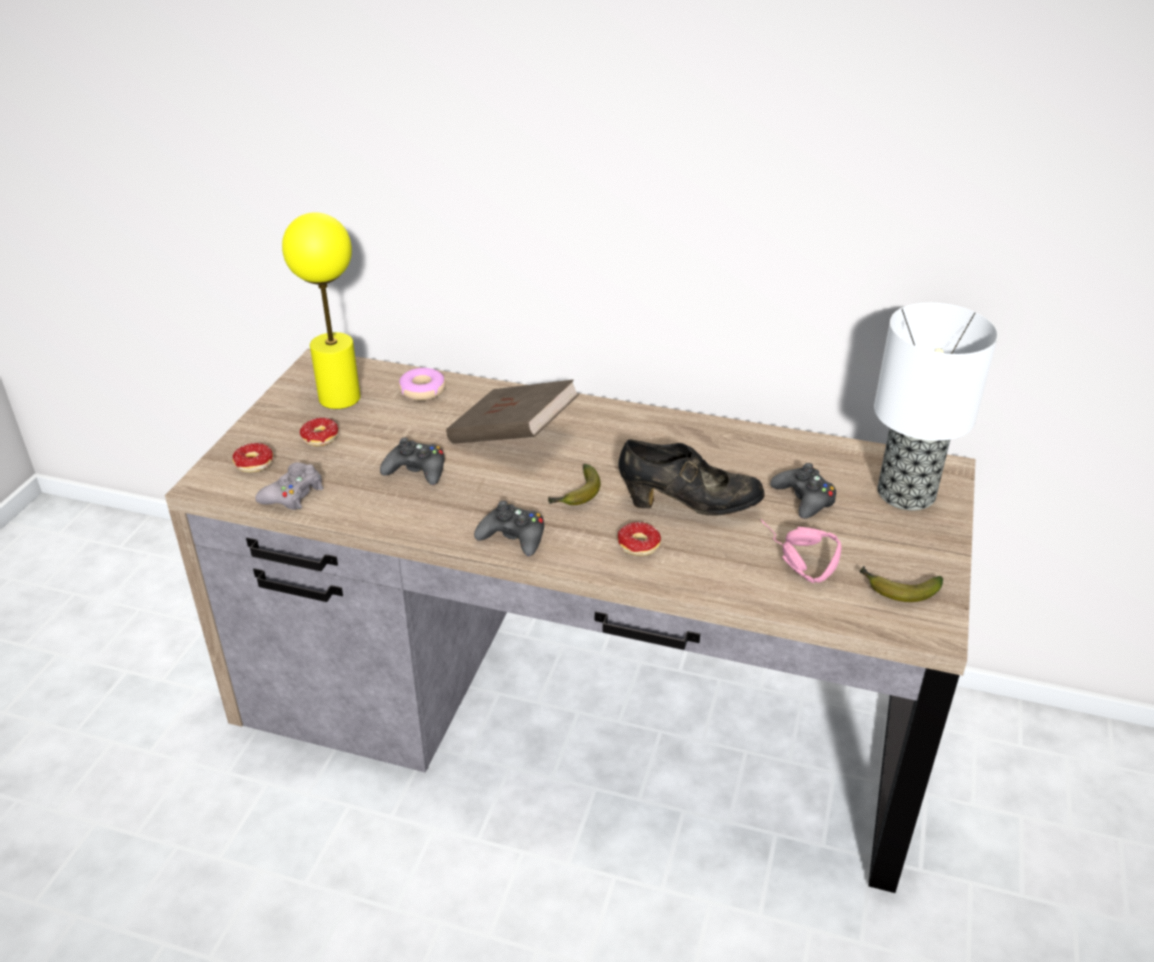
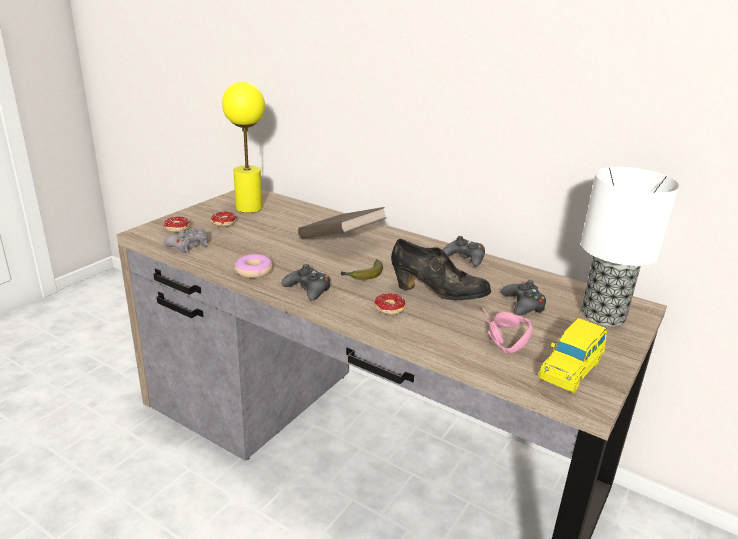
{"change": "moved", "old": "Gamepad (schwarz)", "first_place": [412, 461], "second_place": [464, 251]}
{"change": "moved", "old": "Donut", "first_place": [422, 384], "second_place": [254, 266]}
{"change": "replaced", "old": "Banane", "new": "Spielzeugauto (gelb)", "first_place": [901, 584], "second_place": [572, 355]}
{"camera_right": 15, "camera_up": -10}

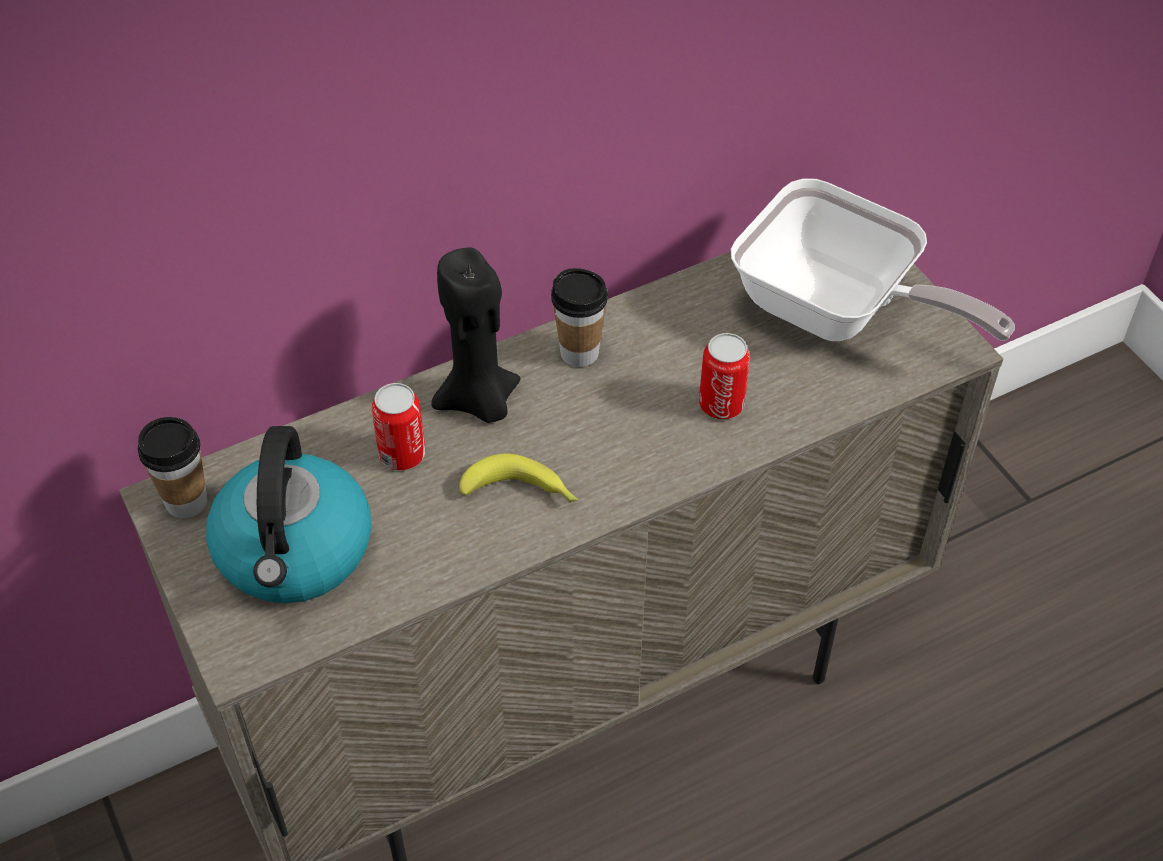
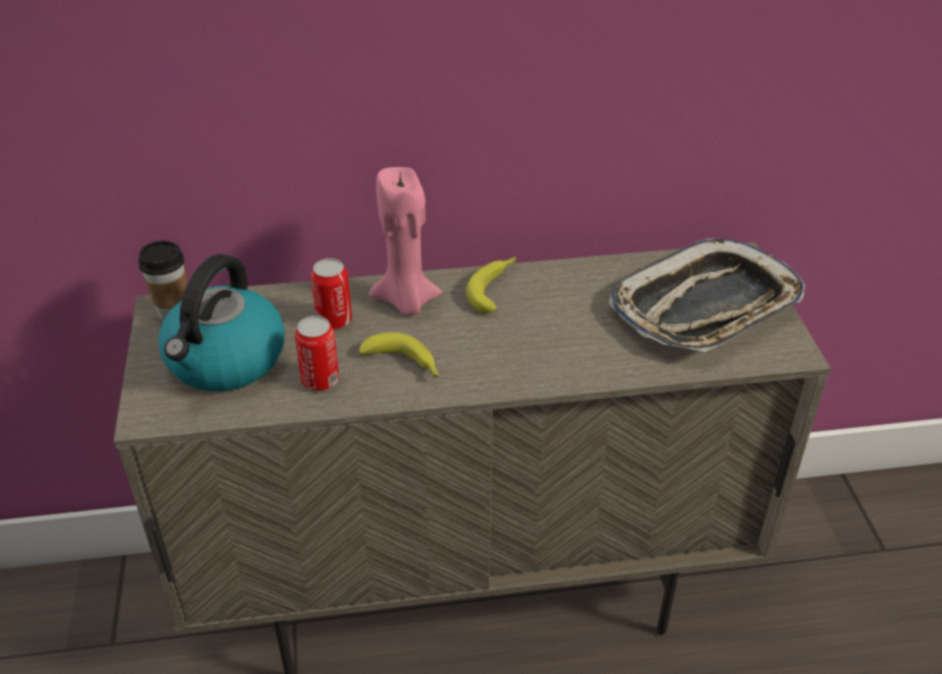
{"change": "recoloured", "old": "Kerze (schwarz)", "new": "Kerze (rosa)", "first_place": [476, 335], "second_place": [406, 241]}
{"change": "replaced", "old": "Tasse", "new": "Banane", "first_place": [579, 317], "second_place": [491, 285]}
{"change": "moved", "old": "Dose", "first_place": [724, 376], "second_place": [317, 353]}
{"change": "replaced", "old": "Pfanne", "new": "Tablett", "first_place": [873, 259], "second_place": [707, 295]}
{"camera_right": 20, "camera_up": -10}

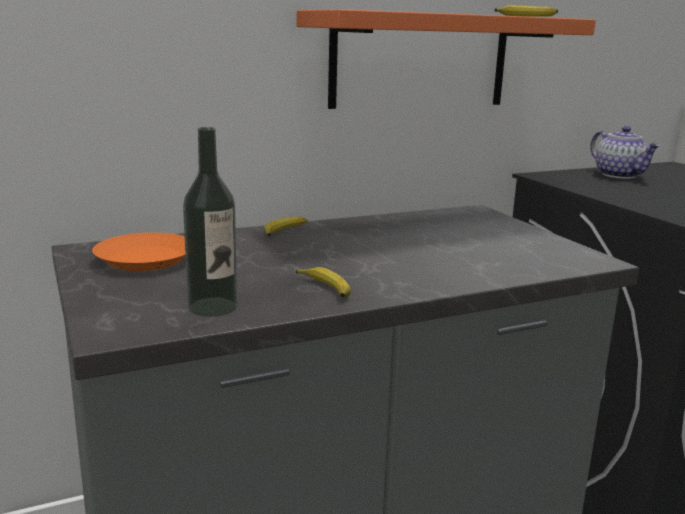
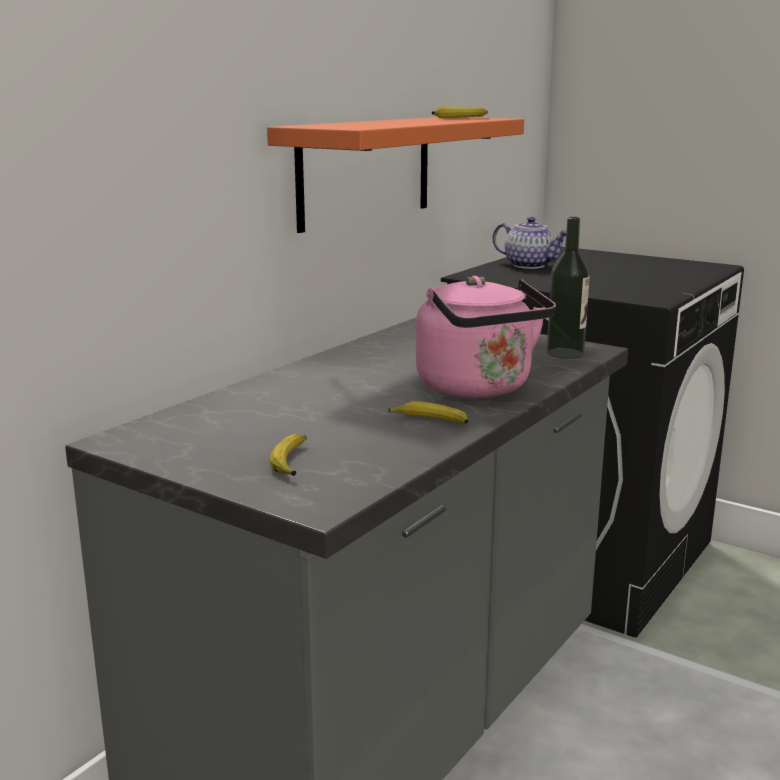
{"change": "removed", "old": "Teller (orange)", "first_place": [138, 251]}
{"change": "moved", "old": "Flasche", "first_place": [210, 222], "second_place": [568, 288]}
{"change": "moved", "old": "Banane", "first_place": [286, 226], "second_place": [288, 455]}
{"change": "added", "new": "Wasserkessel (rosa)", "second_place": [486, 337]}
{"camera_right": -30, "camera_up": 0}

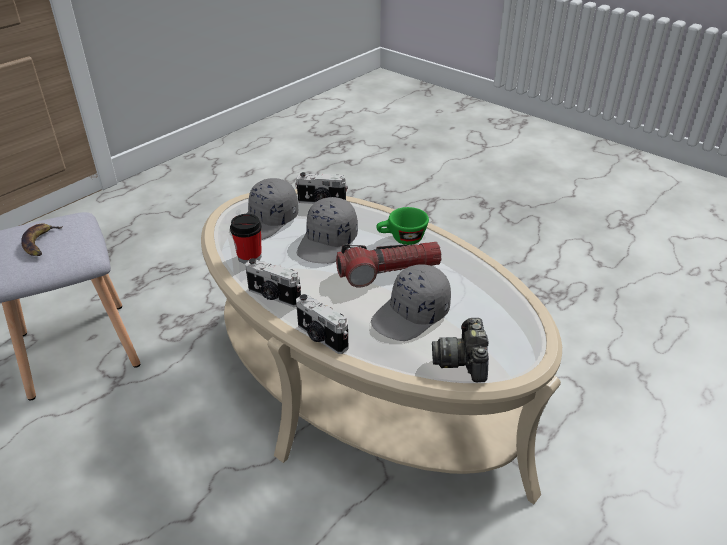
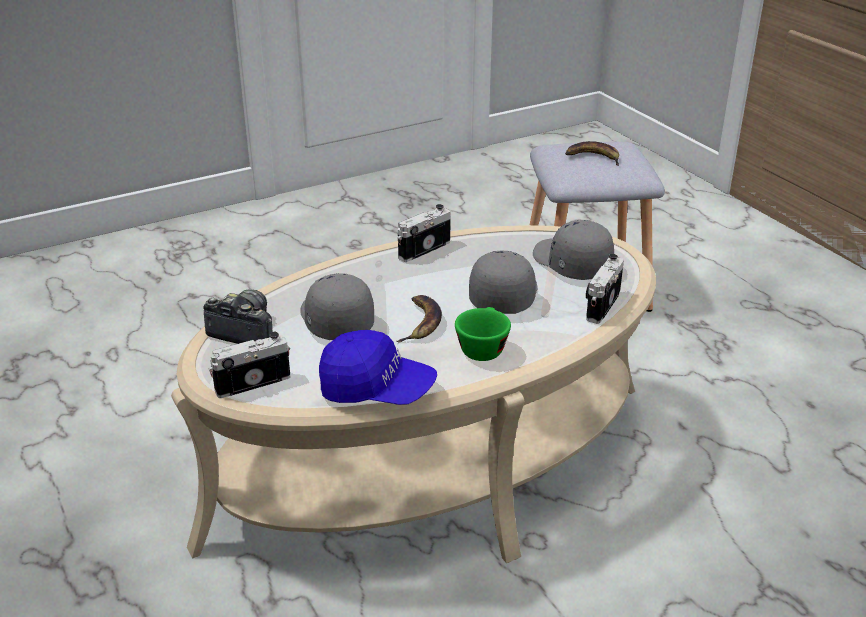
{"change": "removed", "old": "Tasse", "first_place": [246, 239]}
{"change": "moved", "old": "Kamera", "first_place": [322, 324], "second_place": [249, 365]}
{"change": "turned", "old": "Kappe (grau)", "first_place": [327, 230], "second_place": [503, 282], "degrees": 60}
{"change": "replaced", "old": "Taschenlampe", "new": "Banane", "first_place": [388, 265], "second_place": [419, 319]}
{"change": "added", "new": "Kappe (blau)", "second_place": [378, 367]}
{"camera_right": 110, "camera_up": -5}

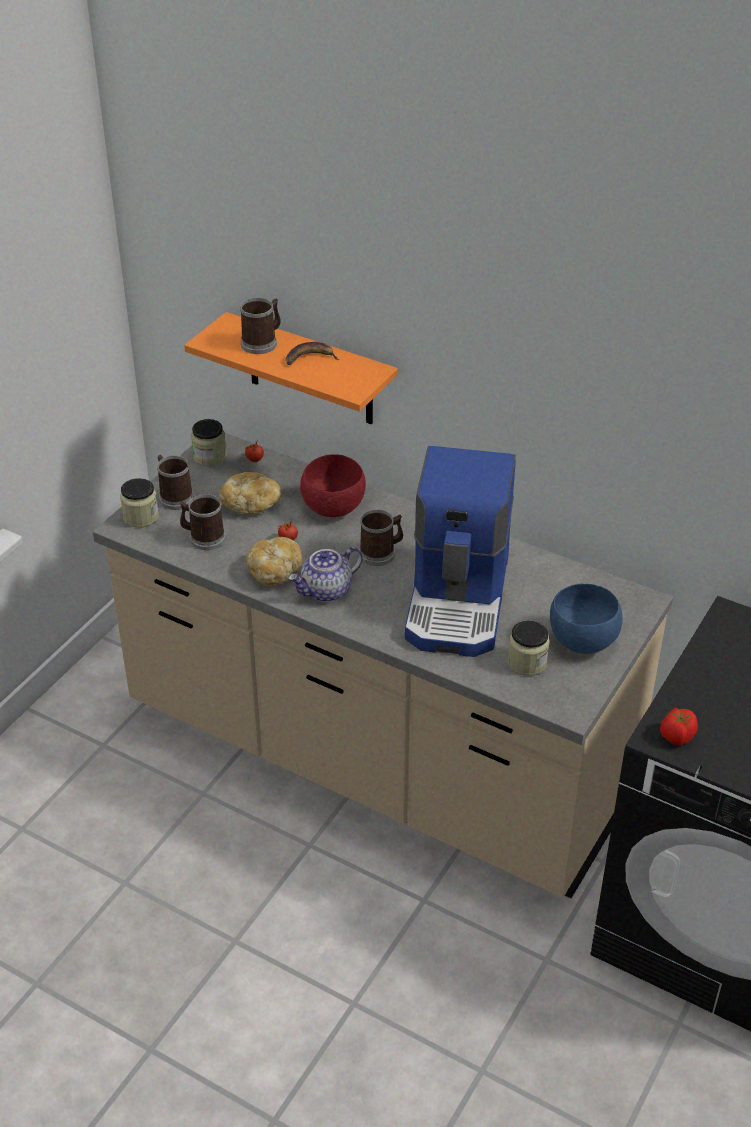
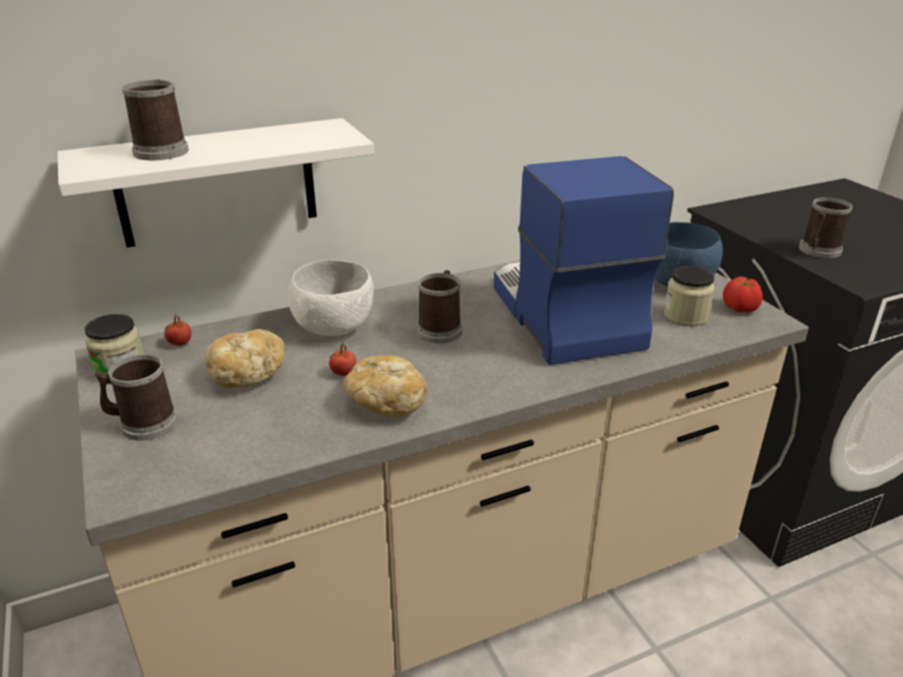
{"change": "removed", "old": "Vorratsglas", "first_place": [139, 503]}
{"change": "moved", "old": "Henkelbecher", "first_place": [203, 522], "second_place": [826, 227]}
{"change": "recoloured", "old": "Wandregal (orange)", "new": "Wandregal (weiß)", "first_place": [291, 368], "second_place": [215, 183]}
{"change": "removed", "old": "Banane", "first_place": [312, 353]}
{"change": "removed", "old": "Teekanne", "first_place": [325, 574]}
{"change": "recoloured", "old": "Schüssel (rot)", "new": "Schüssel (weiß)", "first_place": [333, 485], "second_place": [330, 298]}
{"change": "turned", "old": "Kaffeemaschine", "first_place": [460, 551], "second_place": [584, 260], "degrees": -150}
{"change": "moved", "old": "Tomate", "first_place": [679, 726], "second_place": [743, 294]}
{"camera_right": -55, "camera_up": -10}

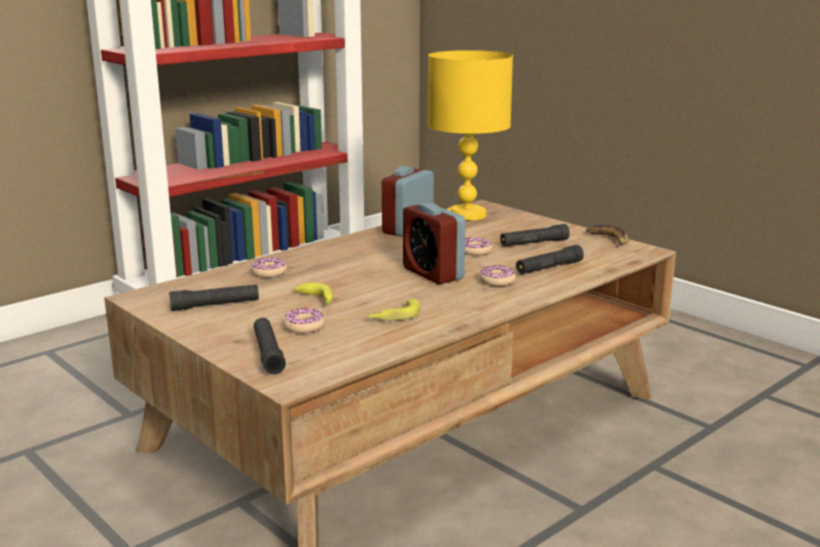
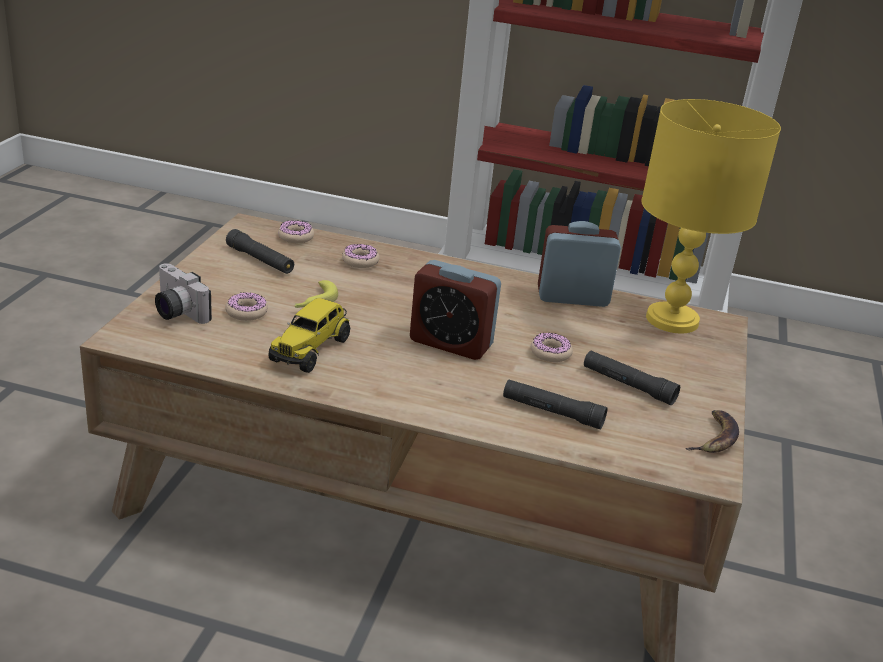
{"change": "replaced", "old": "Taschenlampe (schwarz)", "new": "Kamera", "first_place": [270, 346], "second_place": [183, 293]}
{"change": "replaced", "old": "Banane", "new": "Spielzeuglaster", "first_place": [393, 310], "second_place": [309, 335]}
{"change": "turned", "old": "Wecker", "first_place": [434, 243], "second_place": [455, 310], "degrees": -90}
{"change": "moved", "old": "Donut", "first_place": [497, 275], "second_place": [296, 231]}
{"camera_right": 55, "camera_up": 10}

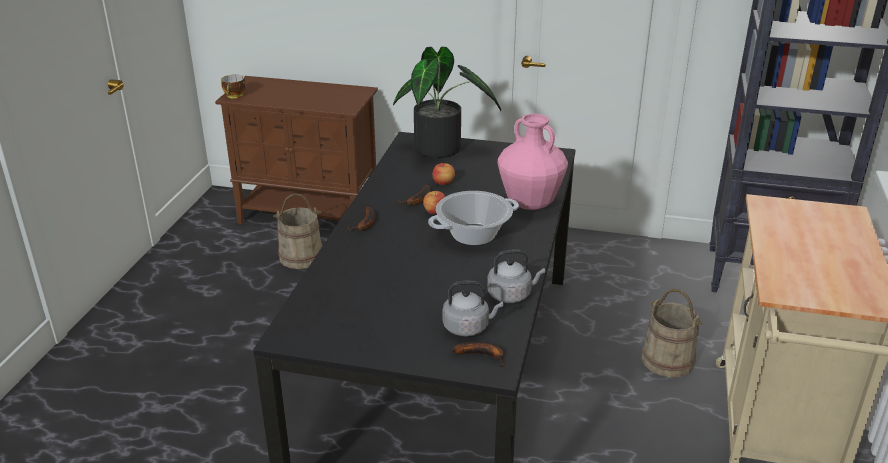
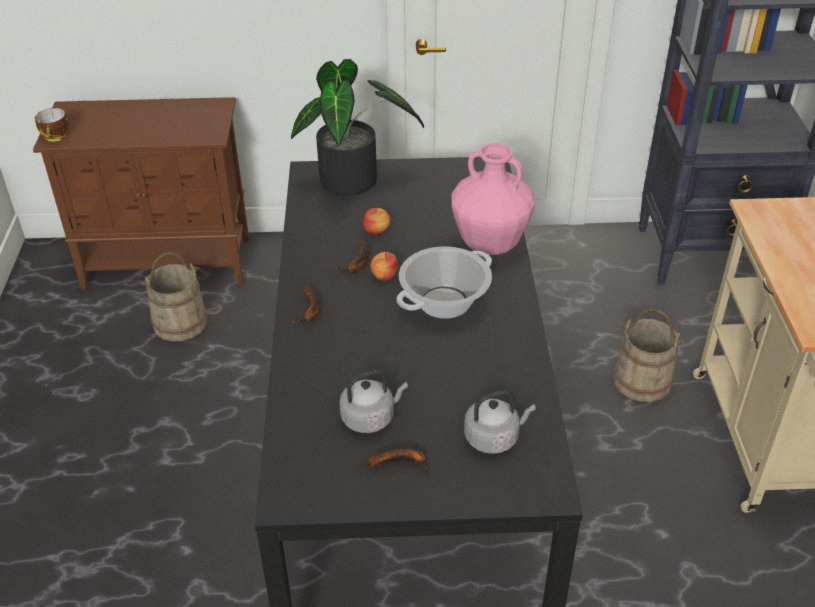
{"change": "moved", "old": "Banane", "first_place": [478, 354], "second_place": [397, 460]}
{"change": "moved", "old": "Wasserkessel (grau)", "first_place": [516, 276], "second_place": [373, 401]}
{"camera_right": -15, "camera_up": 10}

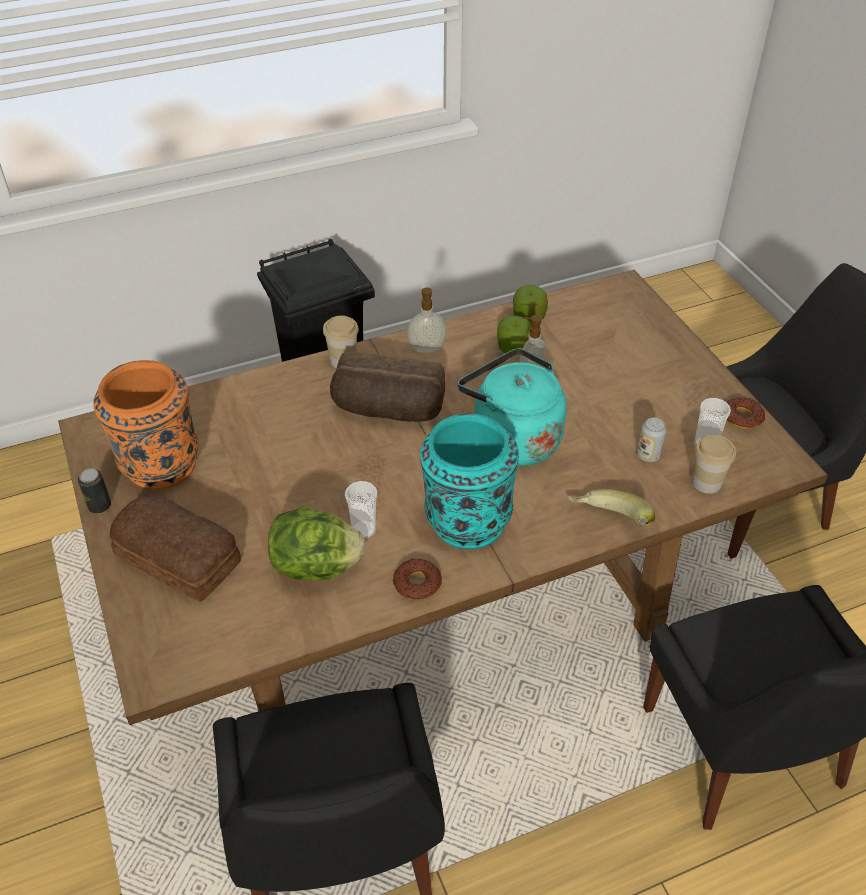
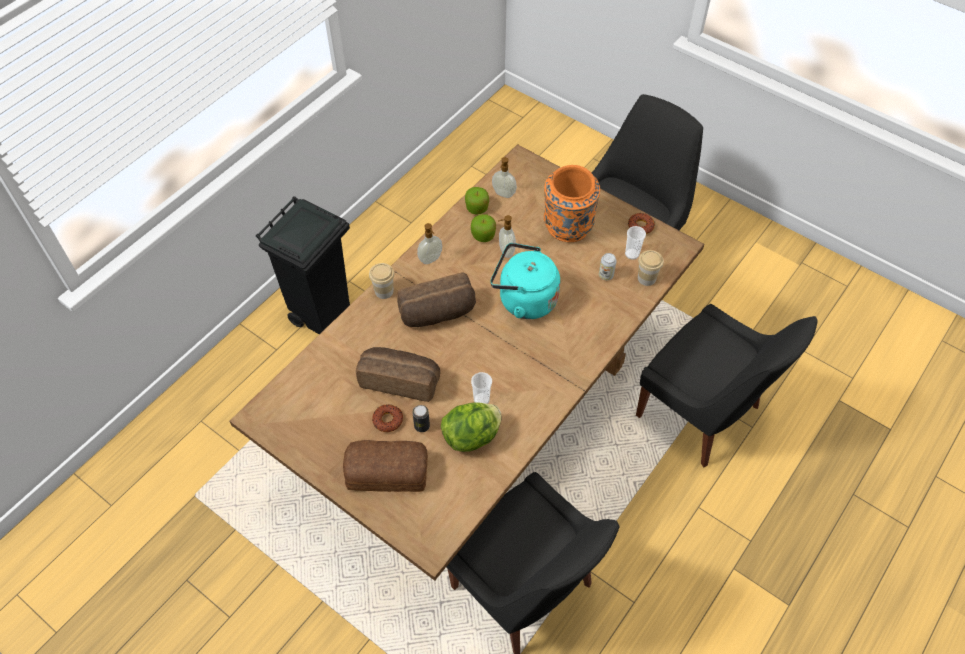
{"change": "moved", "old": "Dose", "first_place": [94, 491], "second_place": [421, 418]}
{"change": "moved", "old": "Vase (orange)", "first_place": [146, 425], "second_place": [572, 203]}
{"change": "moved", "old": "Donut", "first_place": [417, 579], "second_place": [387, 418]}
{"change": "removed", "old": "Vase (türkis)", "first_place": [469, 481]}
{"change": "removed", "old": "Banane", "first_place": [611, 507]}
{"change": "added", "new": "Brot", "second_place": [398, 374]}
{"change": "added", "new": "Seifenspender", "second_place": [504, 177]}
{"camera_right": -30, "camera_up": 10}

